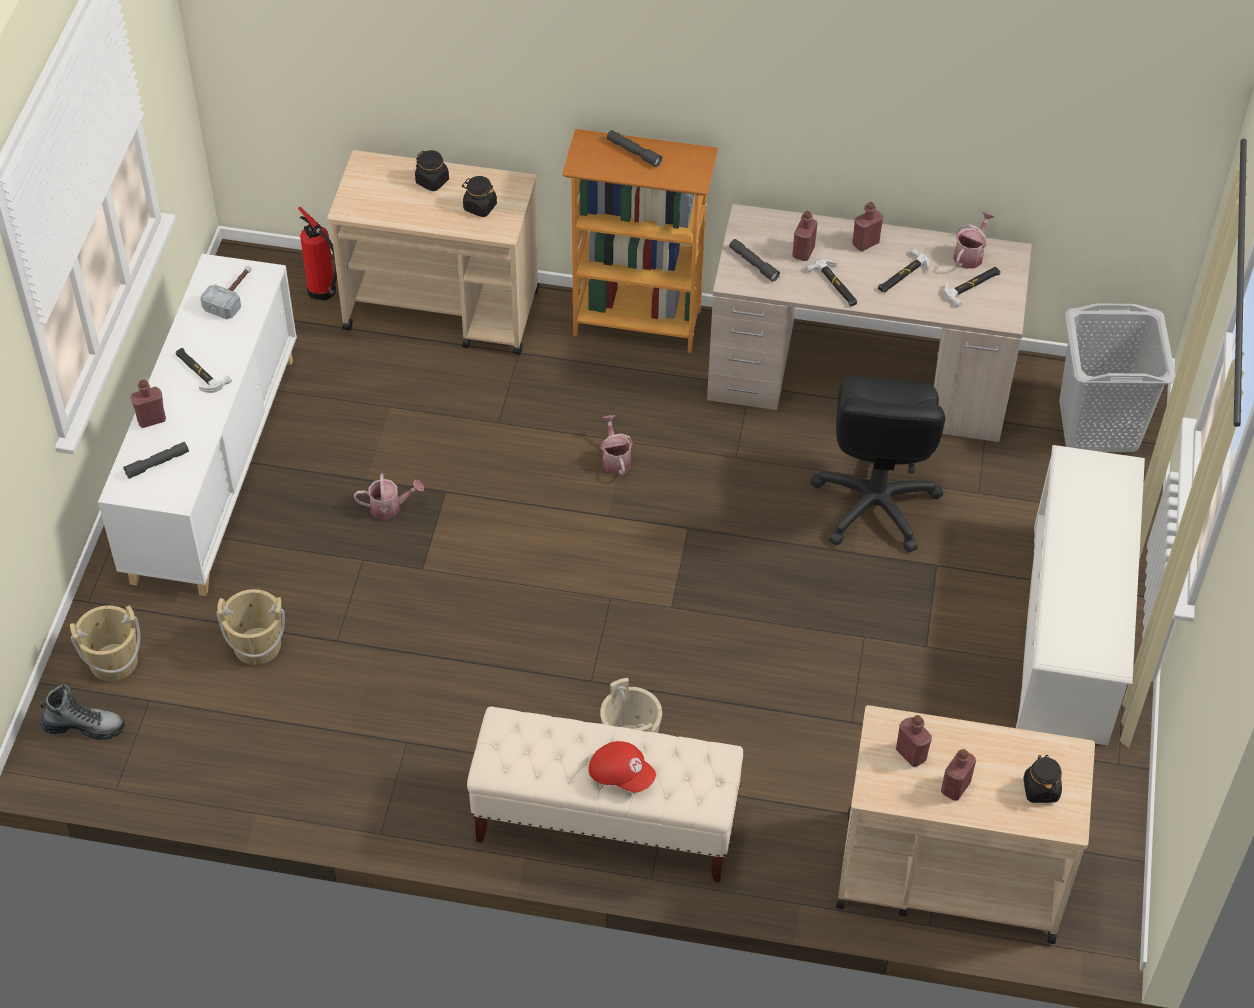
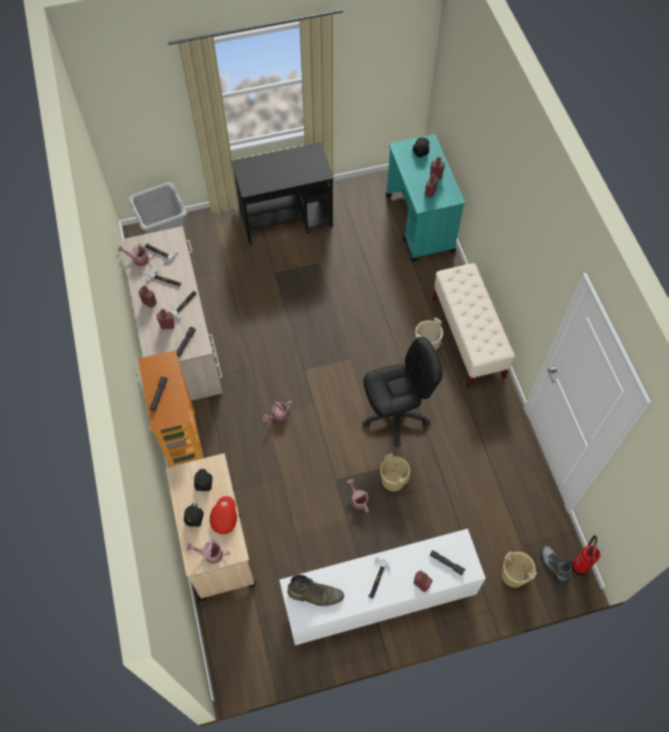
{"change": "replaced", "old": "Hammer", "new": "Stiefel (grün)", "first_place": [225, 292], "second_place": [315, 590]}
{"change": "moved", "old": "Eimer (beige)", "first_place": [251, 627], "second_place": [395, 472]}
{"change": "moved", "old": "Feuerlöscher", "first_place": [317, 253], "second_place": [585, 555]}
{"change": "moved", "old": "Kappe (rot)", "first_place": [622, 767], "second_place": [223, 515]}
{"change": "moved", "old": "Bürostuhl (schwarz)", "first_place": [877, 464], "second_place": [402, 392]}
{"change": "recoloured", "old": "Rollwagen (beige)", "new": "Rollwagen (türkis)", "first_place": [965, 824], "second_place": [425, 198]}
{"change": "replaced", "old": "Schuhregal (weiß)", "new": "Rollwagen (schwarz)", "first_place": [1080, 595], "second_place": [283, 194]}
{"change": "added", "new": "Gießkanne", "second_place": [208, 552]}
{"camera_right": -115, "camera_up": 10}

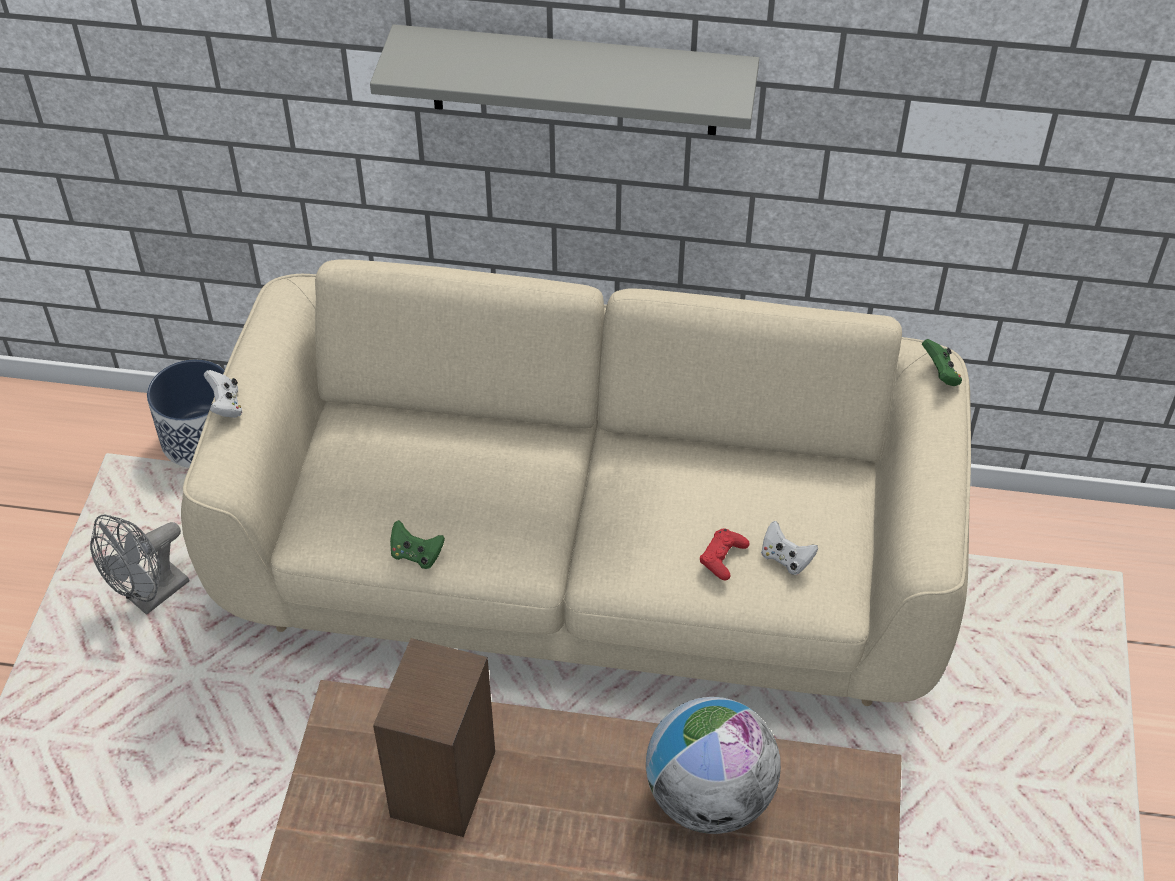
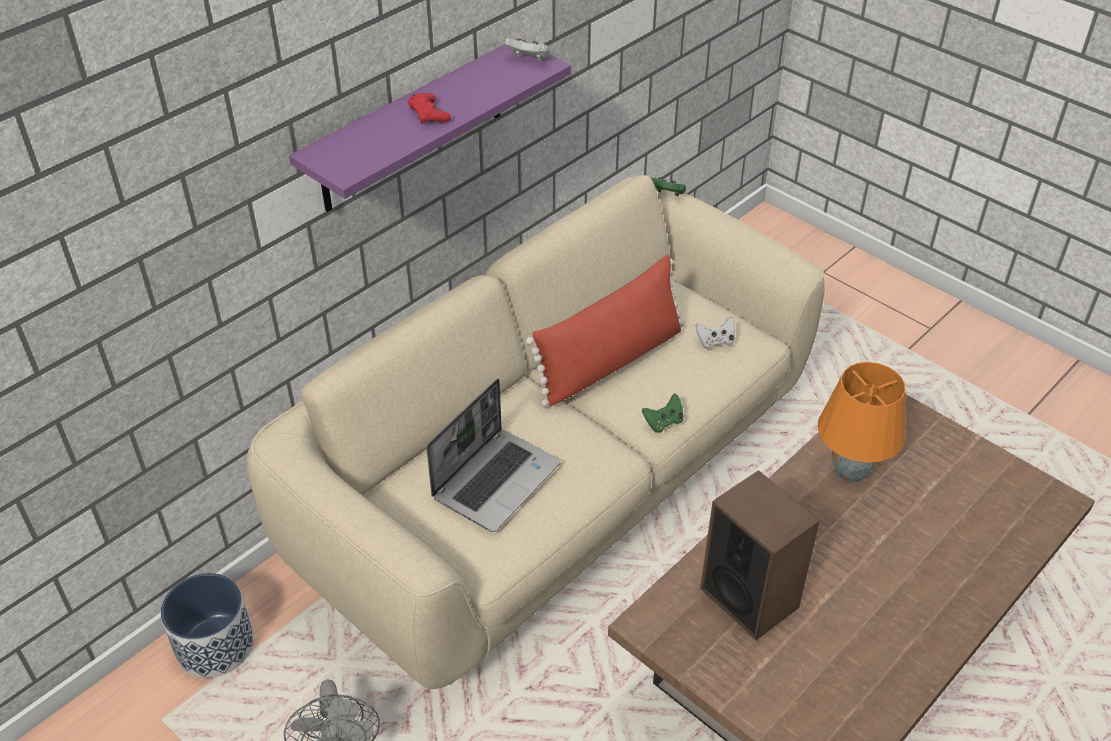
{"change": "moved", "old": "Gamepad (weiß)", "first_place": [223, 394], "second_place": [527, 49]}
{"change": "recoloured", "old": "Wandregal (grau)", "new": "Wandregal (lila)", "first_place": [564, 79], "second_place": [430, 125]}
{"change": "moved", "old": "Gamepad (grün)", "first_place": [417, 544], "second_place": [663, 413]}
{"change": "replaced", "old": "Globus", "new": "Tischlampe (orange)", "first_place": [713, 765], "second_place": [861, 422]}
{"change": "moved", "old": "Gamepad (rot)", "first_place": [725, 555], "second_place": [429, 108]}
{"change": "added", "new": "Laptop", "second_place": [493, 455]}
{"change": "added", "new": "Kissen (rot)", "second_place": [605, 331]}
{"camera_right": -55, "camera_up": -5}

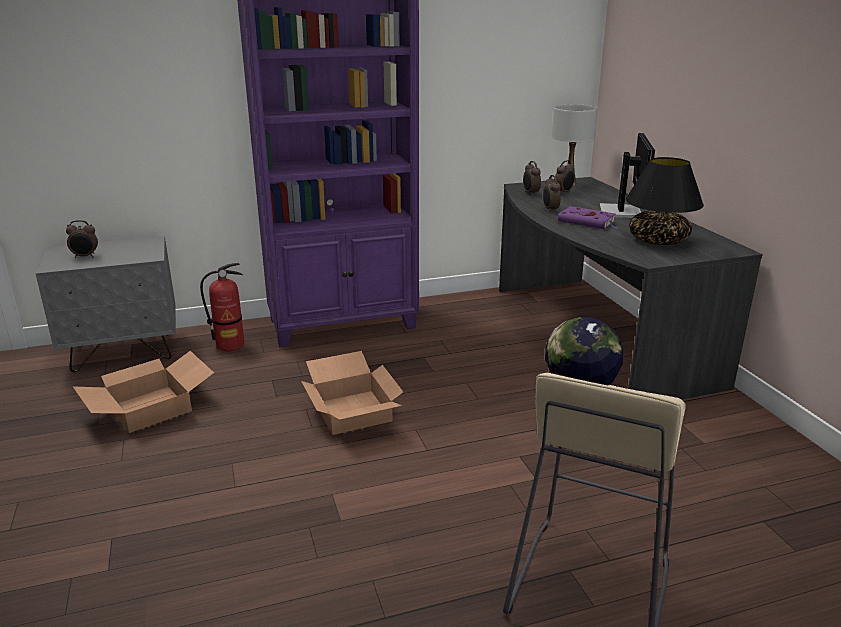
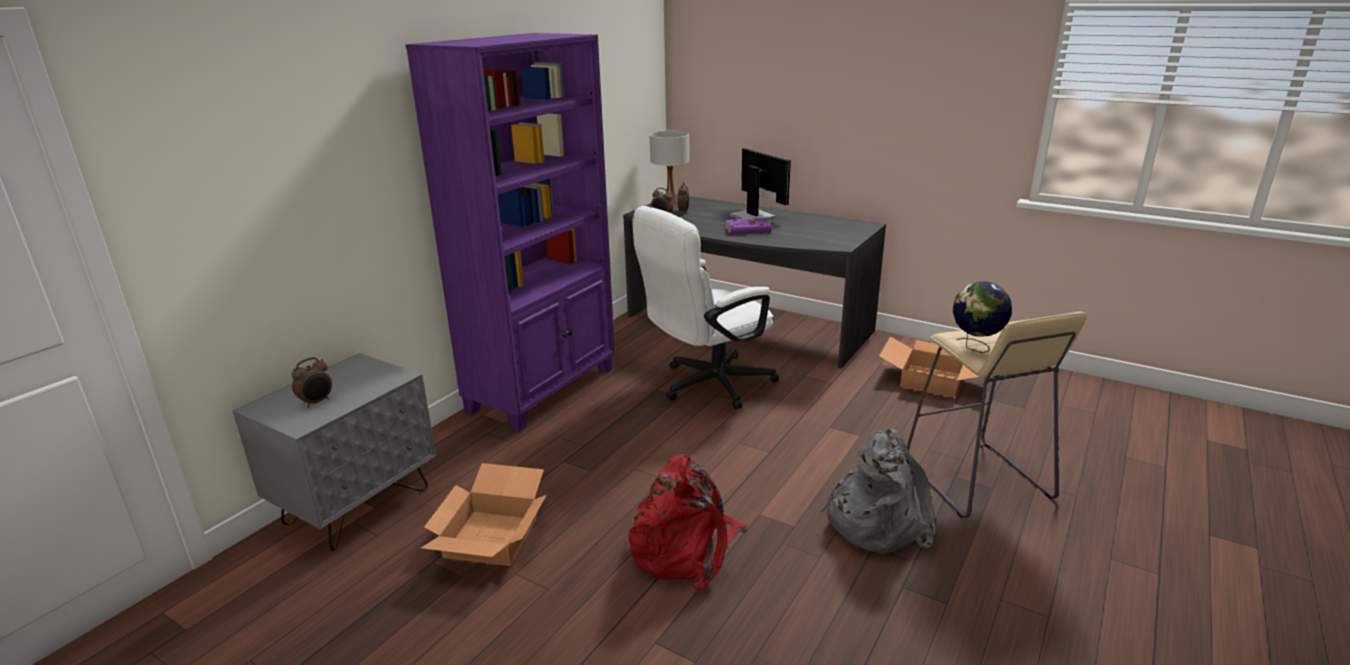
{"change": "removed", "old": "Feuerlöscher", "first_place": [222, 307]}
{"change": "moved", "old": "Karton", "first_place": [352, 393], "second_place": [929, 366]}
{"change": "removed", "old": "Wecker", "first_place": [552, 193]}
{"change": "removed", "old": "Tischlampe (schwarz)", "first_place": [664, 201]}
{"change": "added", "new": "Rucksack (rot)", "second_place": [687, 522]}
{"change": "added", "new": "Bürostuhl (weiß)", "second_place": [705, 307]}
{"change": "added", "new": "Rucksack (grau)", "second_place": [878, 491]}
{"camera_right": -40, "camera_up": 0}

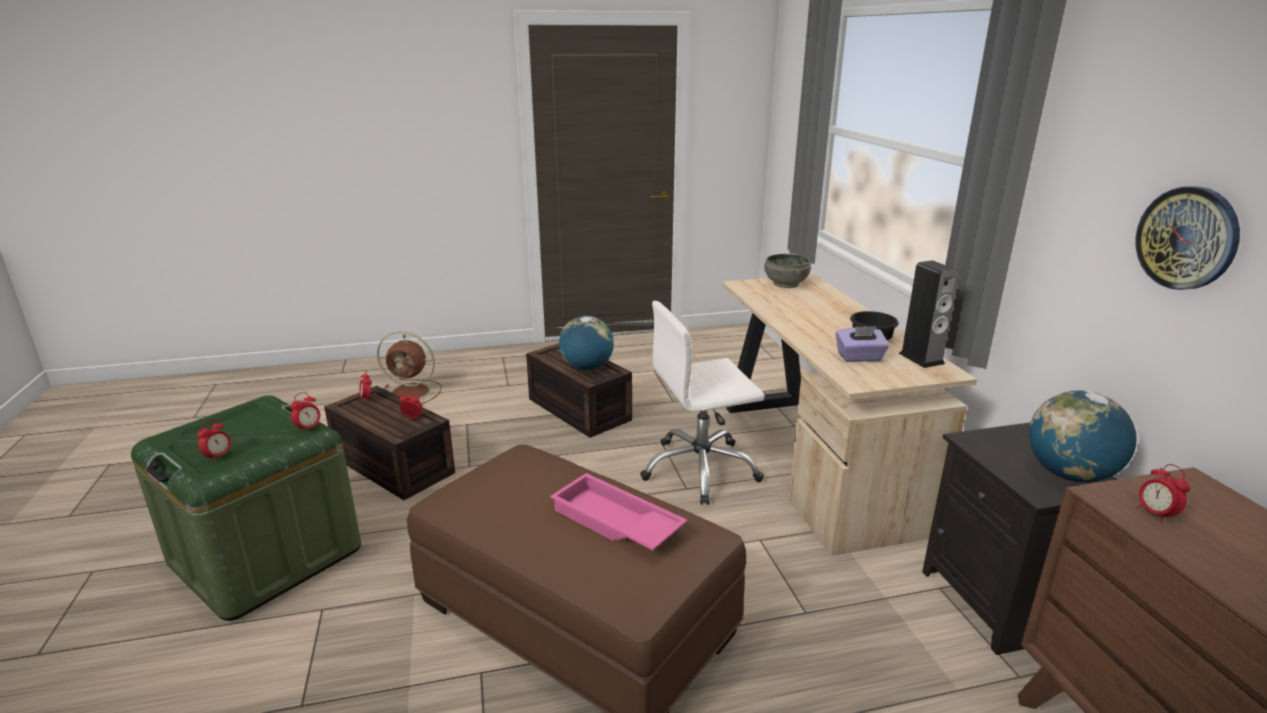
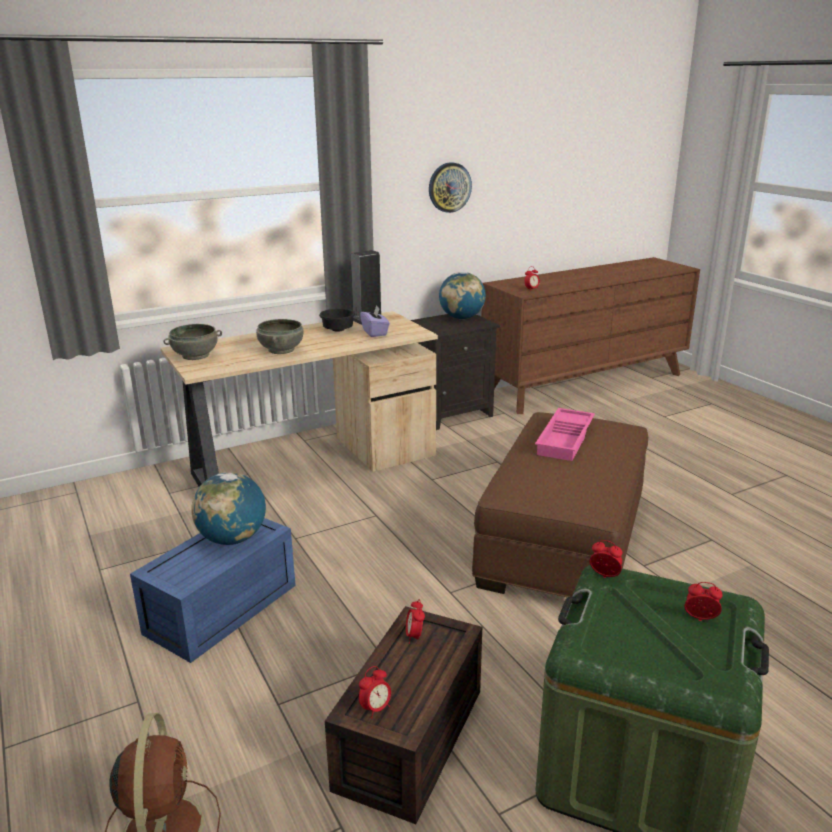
{"change": "recoloured", "old": "Aufbewahrungsbox (braun)", "new": "Aufbewahrungsbox (blau)", "first_place": [579, 390], "second_place": [213, 590]}
{"change": "removed", "old": "Bürostuhl (weiß)", "first_place": [702, 403]}
{"change": "added", "new": "Schüssel (grau)", "second_place": [279, 336]}
{"camera_right": -105, "camera_up": 0}

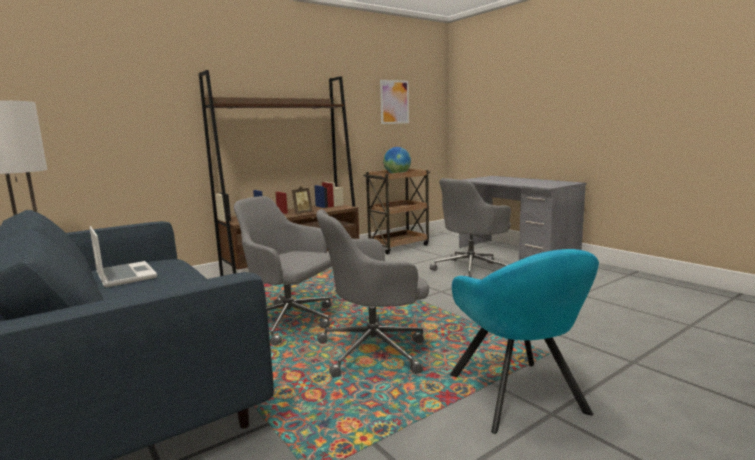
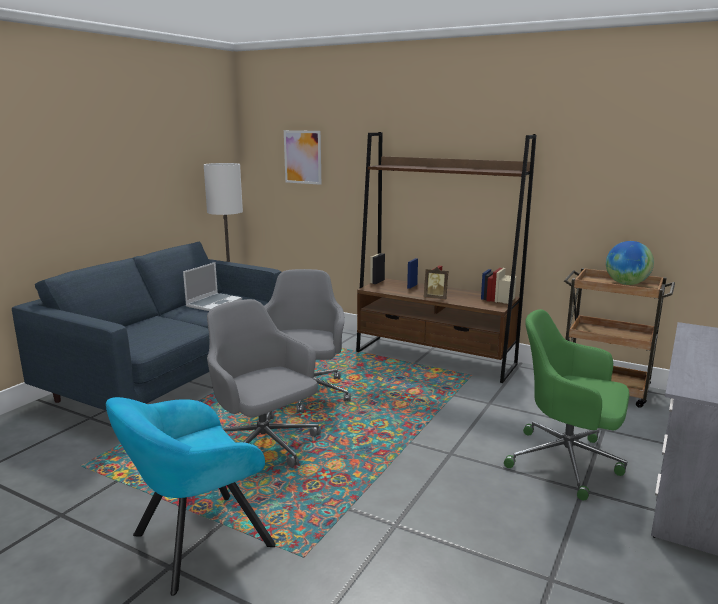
{"change": "moved", "old": "Bild", "first_place": [394, 102], "second_place": [302, 157]}
{"change": "recoloured", "old": "Bürostuhl (grau)", "new": "Bürostuhl (grün)", "first_place": [470, 227], "second_place": [567, 405]}
{"camera_right": 65, "camera_up": 5}

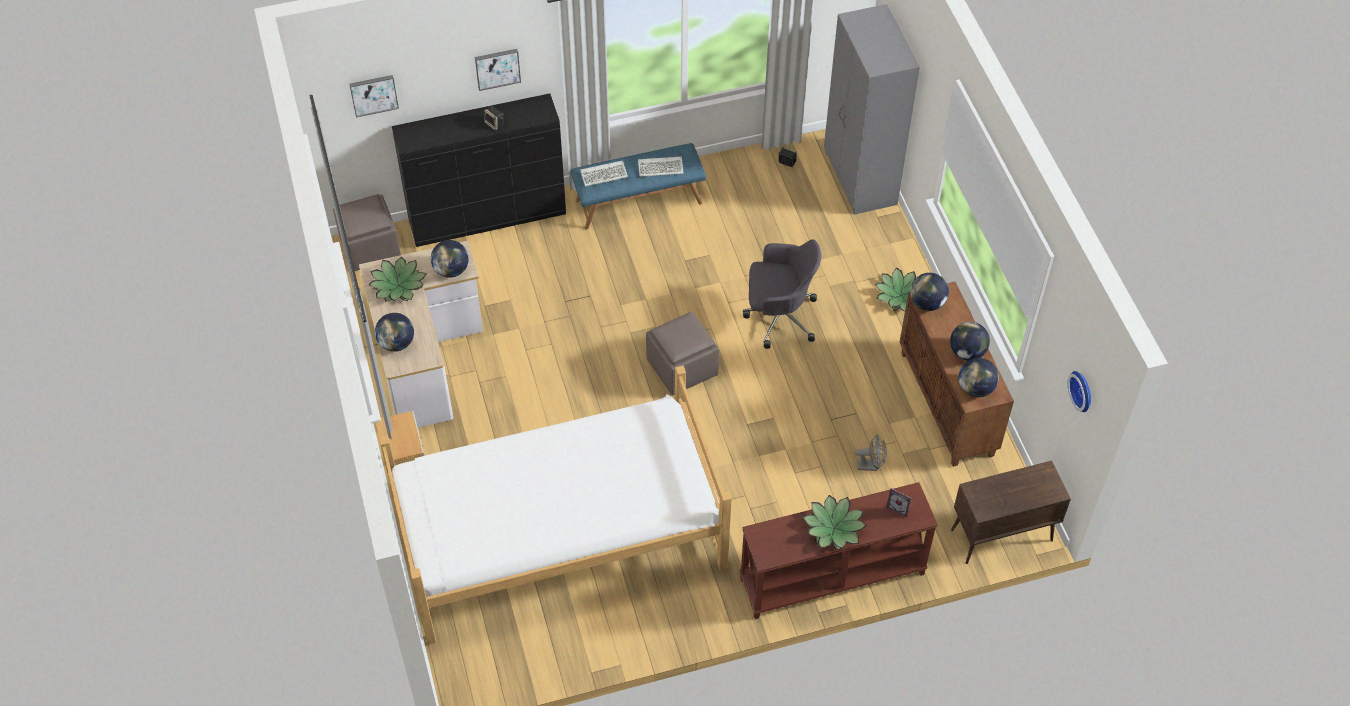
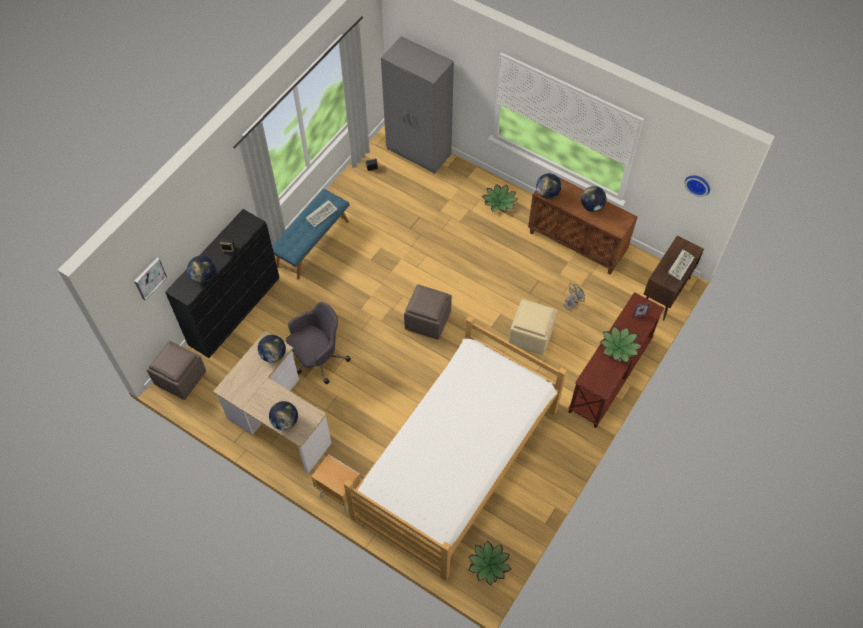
{"change": "moved", "old": "Topfpflanze", "first_place": [397, 279], "second_place": [490, 563]}
{"change": "removed", "old": "Bild", "first_place": [498, 70]}
{"change": "moved", "old": "Tastatur", "first_place": [604, 174], "second_place": [681, 264]}
{"change": "moved", "old": "Bürostuhl (grau)", "first_place": [782, 294], "second_place": [318, 343]}
{"change": "moved", "old": "Globus", "first_place": [979, 377], "second_place": [201, 269]}
{"change": "added", "new": "Polsterhocker (beige)", "second_place": [533, 327]}
{"camera_right": -40, "camera_up": 5}

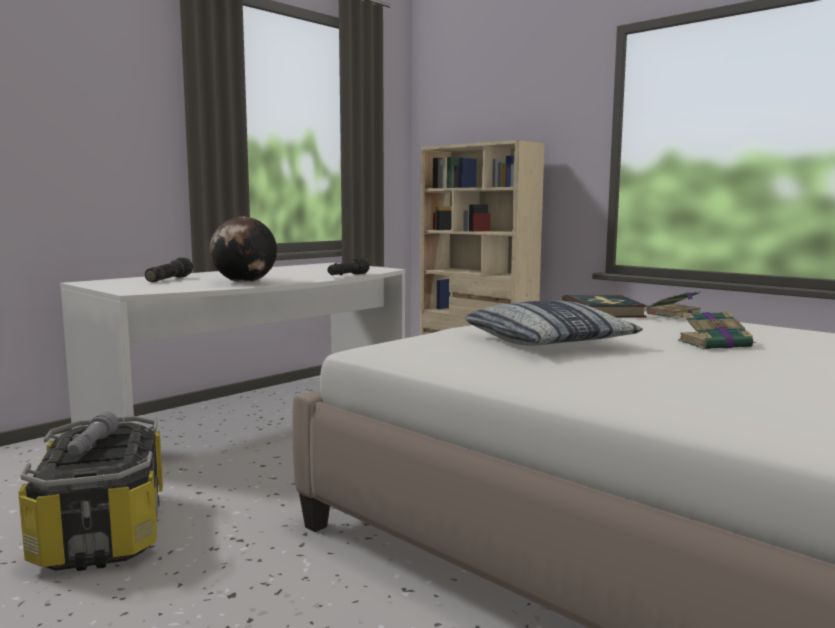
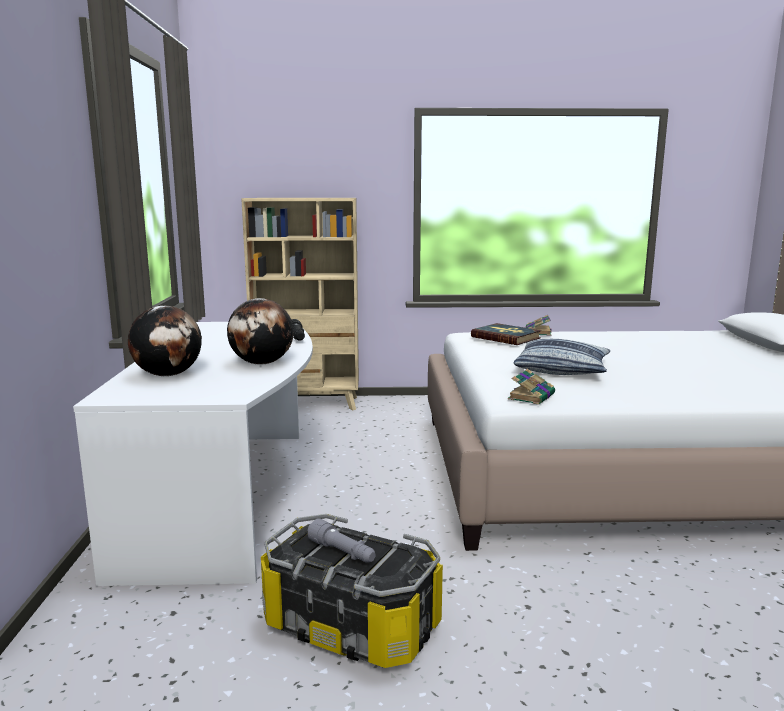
{"change": "replaced", "old": "Taschenlampe", "new": "Globus", "first_place": [169, 269], "second_place": [165, 341]}
{"change": "moved", "old": "Buch", "first_place": [717, 330], "second_place": [531, 387]}
{"camera_right": -45, "camera_up": 5}

